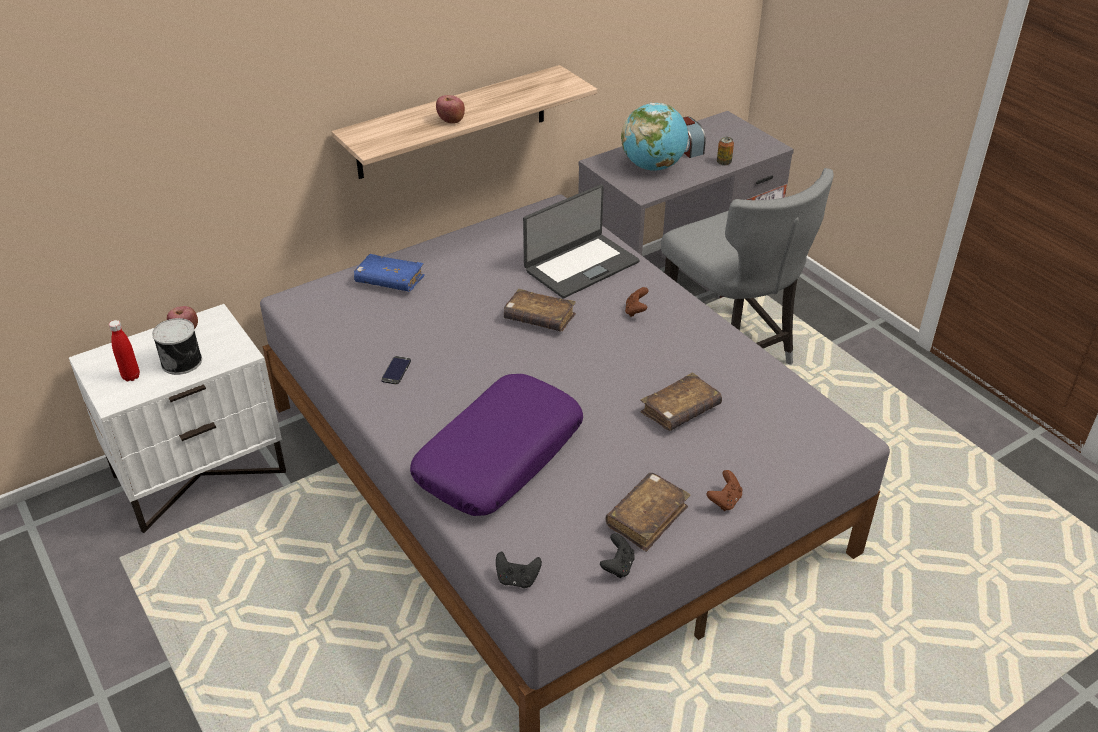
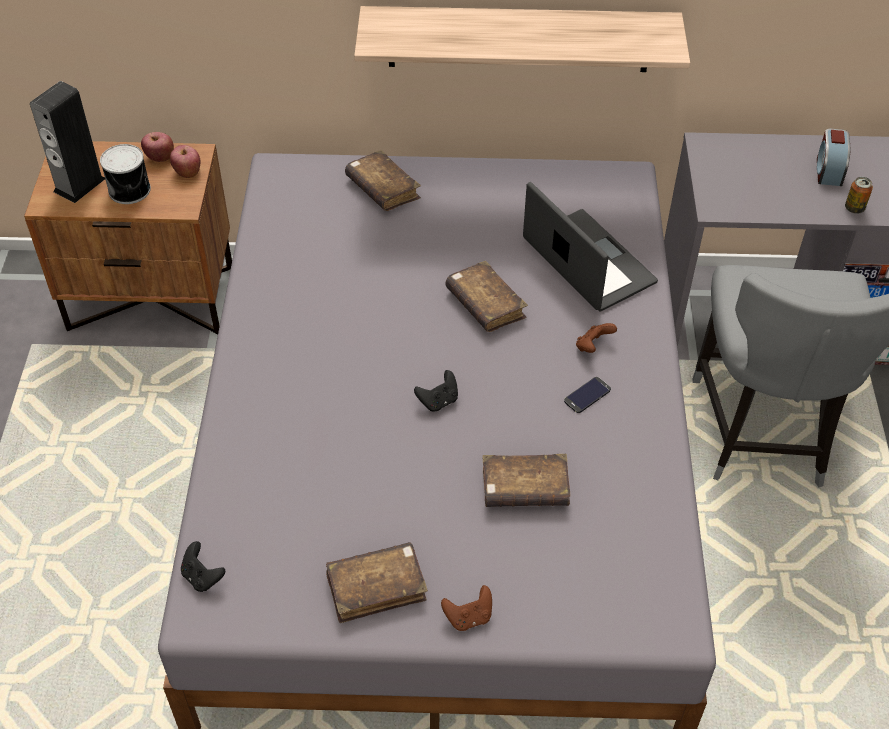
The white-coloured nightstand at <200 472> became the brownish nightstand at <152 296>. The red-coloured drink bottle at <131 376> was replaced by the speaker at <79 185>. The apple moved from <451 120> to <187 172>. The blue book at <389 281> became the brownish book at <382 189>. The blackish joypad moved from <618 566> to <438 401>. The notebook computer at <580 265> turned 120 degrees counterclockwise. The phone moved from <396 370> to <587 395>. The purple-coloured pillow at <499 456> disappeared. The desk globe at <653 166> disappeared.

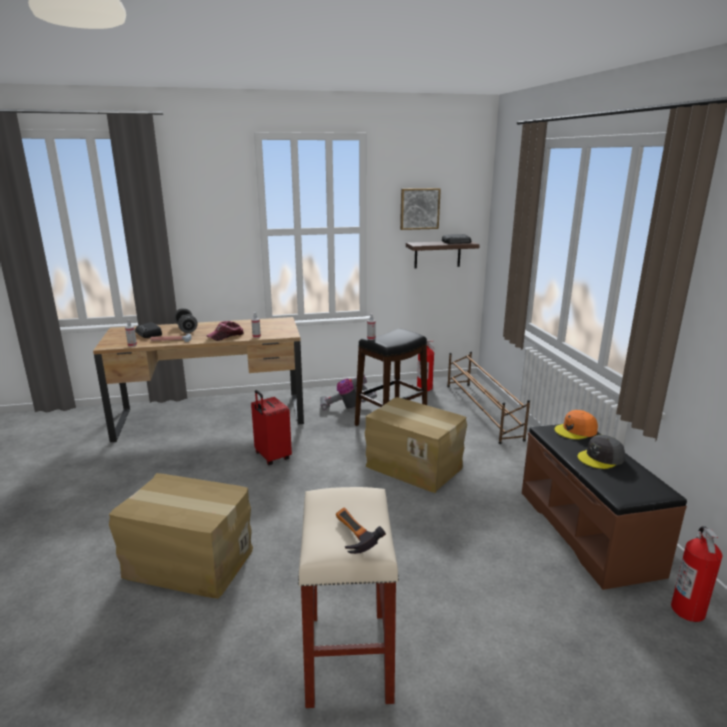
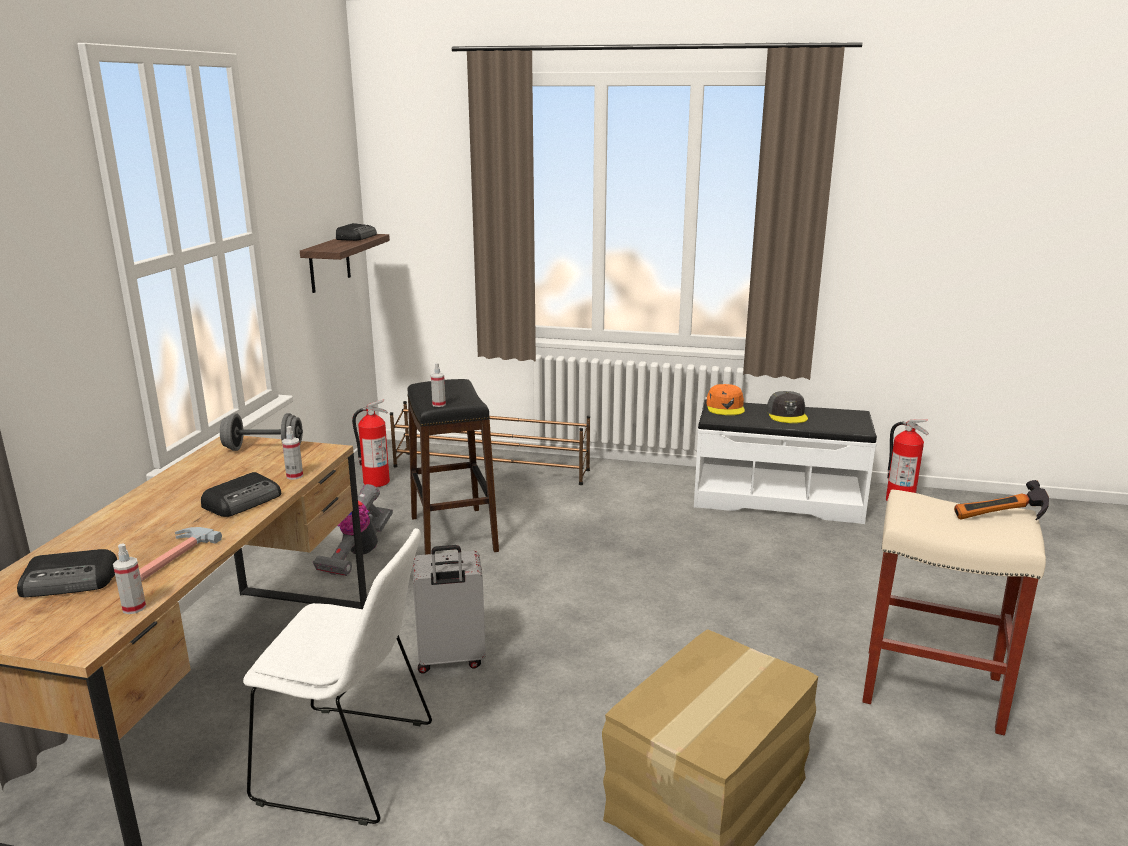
The cap at <226 336> was replaced by the radio at <244 501>. The grey hand weight moved from <186 329> to <264 449>. The white-coloured chair at <352 763> appeared. The red-coloured suitcase at <271 457> became the grey suitcase at <451 659>. The brownish bench at <588 531> became the white-coloured bench at <777 499>. The packing box at <414 466> disappeared. The wall picture at <419 208> disappeared.

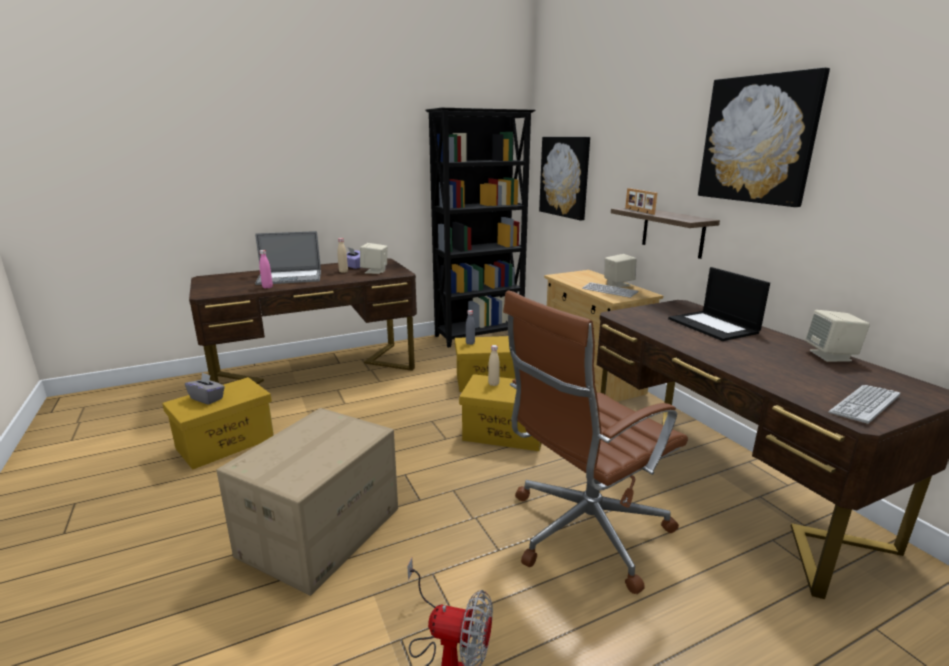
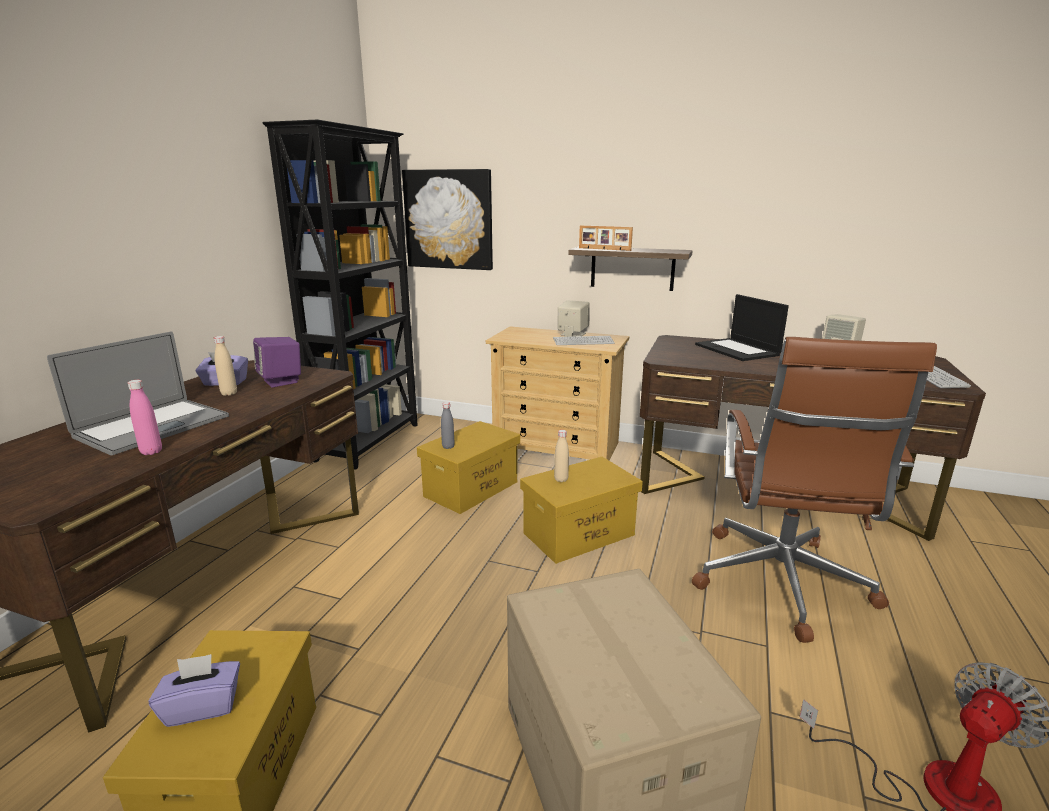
The grey tissue holder at <207 398> became the purple-coloured tissue holder at <203 706>. The sand-coloured speaker at <375 271> became the purple-coloured speaker at <281 381>. The notebook computer at <714 326> turned 45 degrees clockwise. The wall picture at <758 140> disappeared.

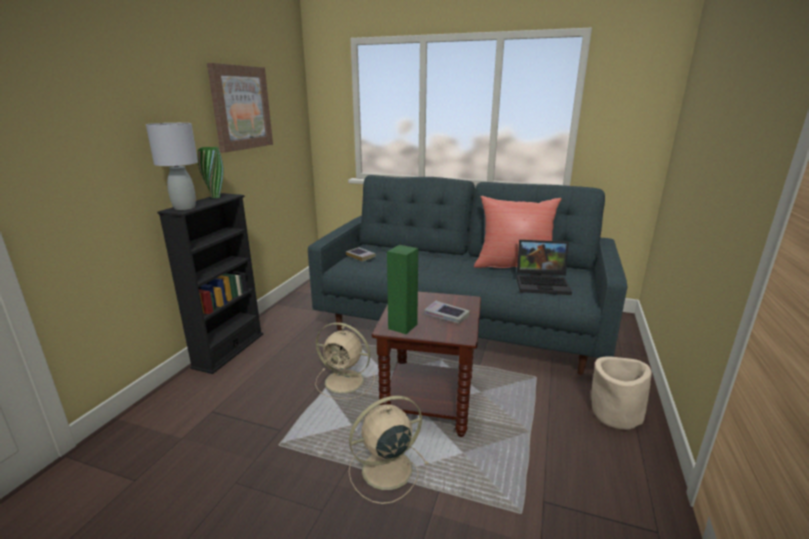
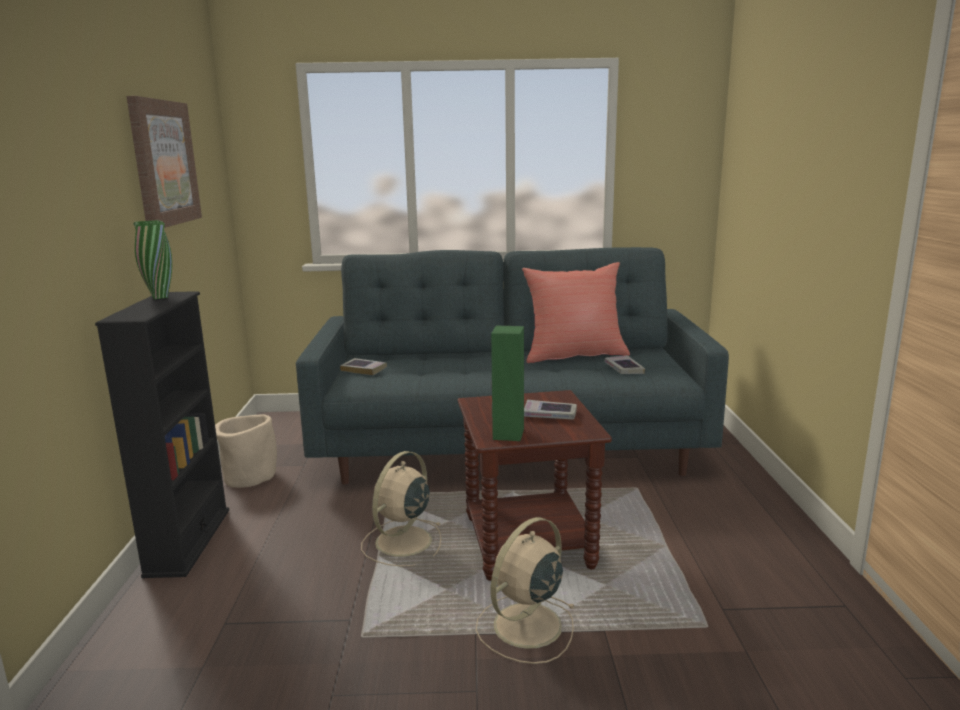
The sand-coloured planter moved from <615 414> to <249 477>. The sand-coloured electric fan at <346 381> turned 120 degrees clockwise. The notebook computer at <543 283> was replaced by the book at <623 369>. The grey lamp for a table at <185 207> disappeared.

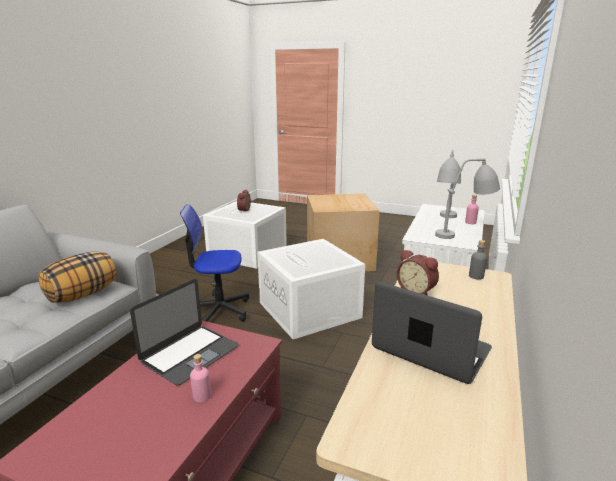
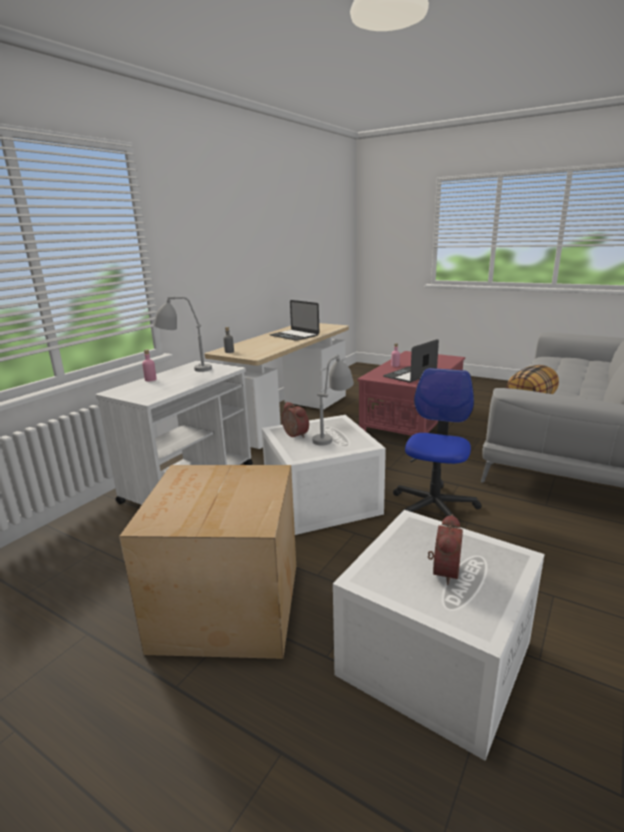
The table clock moved from <416 291> to <294 435>. The grey lamp for a table moved from <445 221> to <333 433>. The office chair at <218 310> turned 75 degrees counterclockwise.

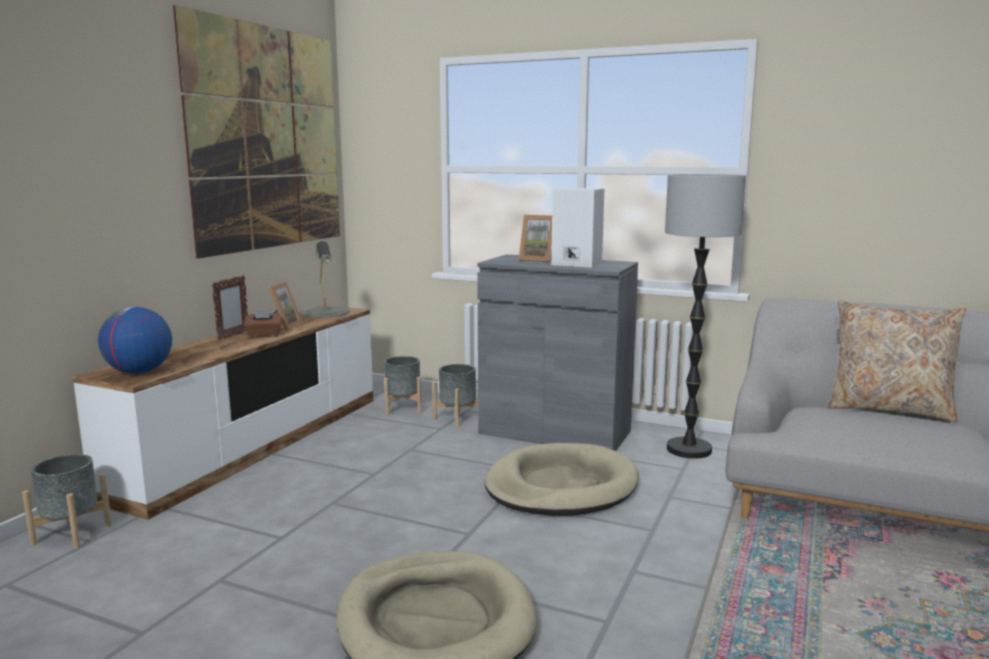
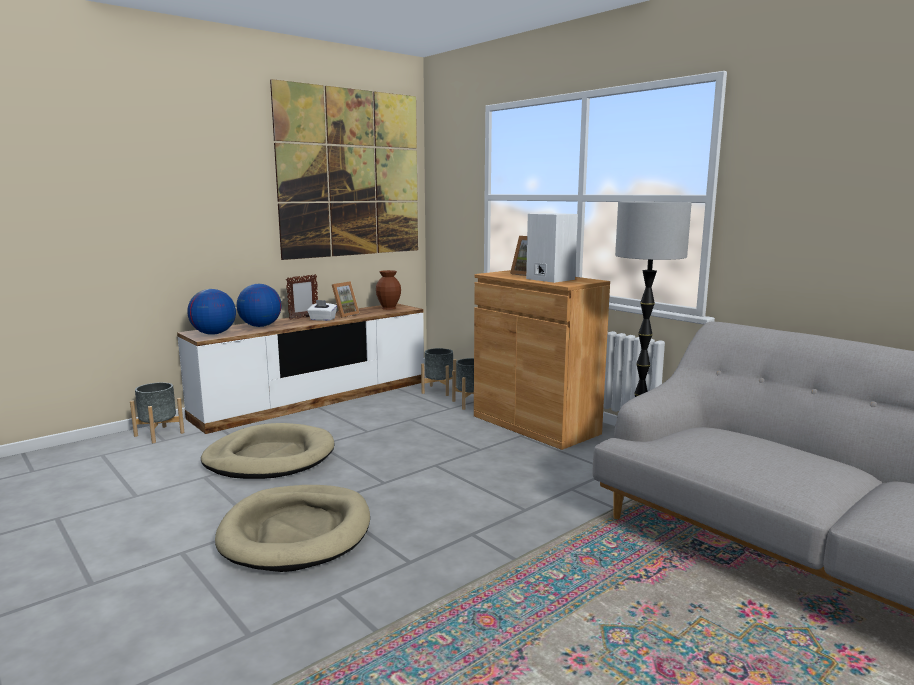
The sand-coloured pet bed moved from <561 486> to <270 457>. The desk globe at <260 326> appeared. The brownish tissue holder at <264 335> became the white-coloured tissue holder at <322 319>. The grey lamp for a table at <325 312> was replaced by the brownish flower vase at <389 308>. The grey storage cabinet at <554 432> became the brownish storage cabinet at <535 425>. The sand-coloured pillow at <889 409> disappeared.

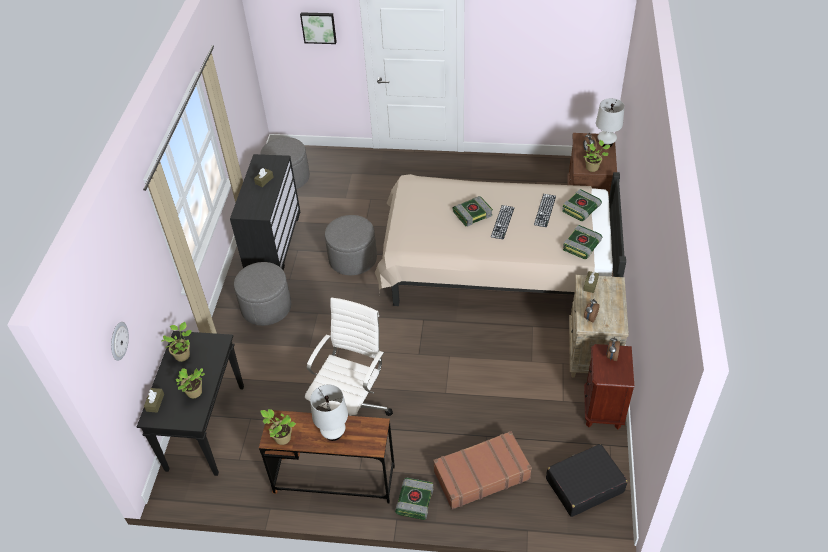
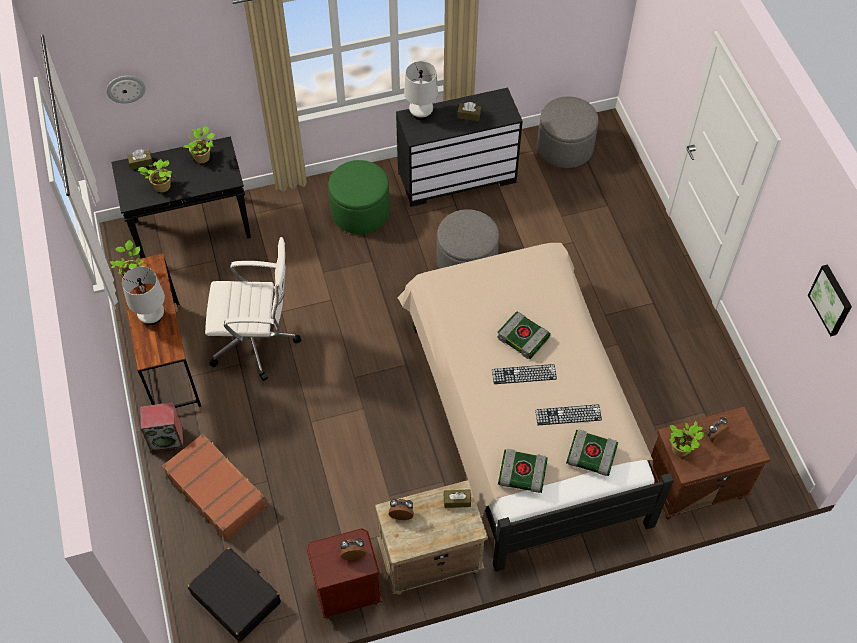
The book at <414 500> was replaced by the speaker at <167 438>. The grey ottoman at <266 307> became the green ottoman at <360 212>. The white-coloured lamp for a table moved from <606 143> to <421 114>. The wall picture moved from <318 27> to <832 299>.

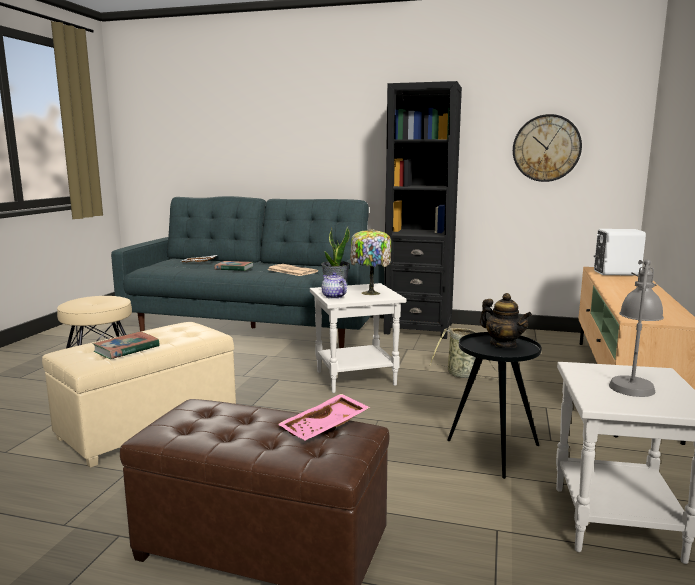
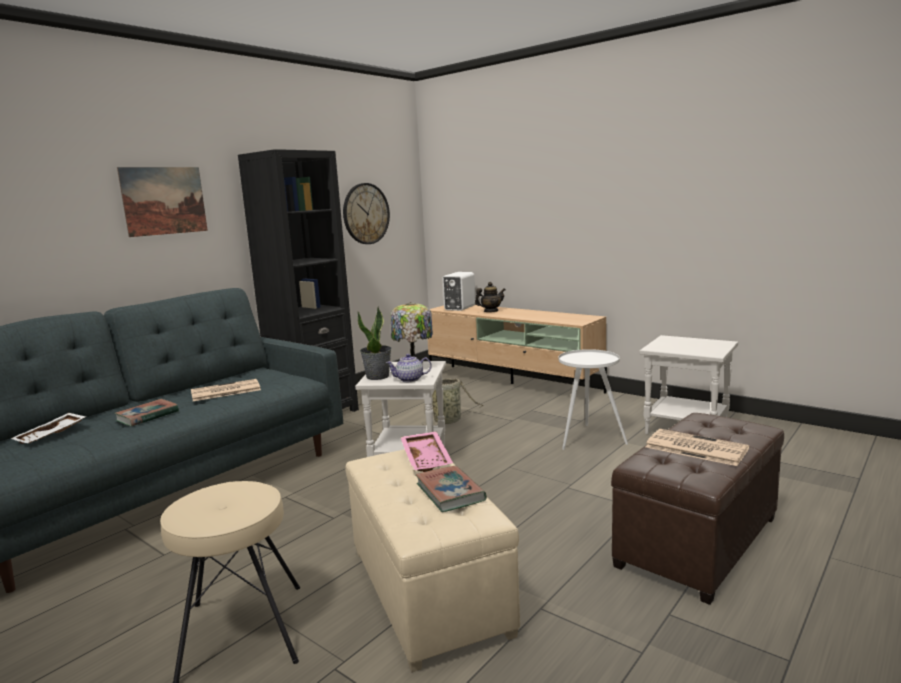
The wall picture at <164 200> appeared. The pinkish carrying tray moved from <325 427> to <427 459>. The tea pot moved from <503 345> to <490 311>. The blackish side table at <493 451> became the white-coloured side table at <588 439>. The newspaper at <694 448> appeared. The grey lamp for a table at <631 382> disappeared.

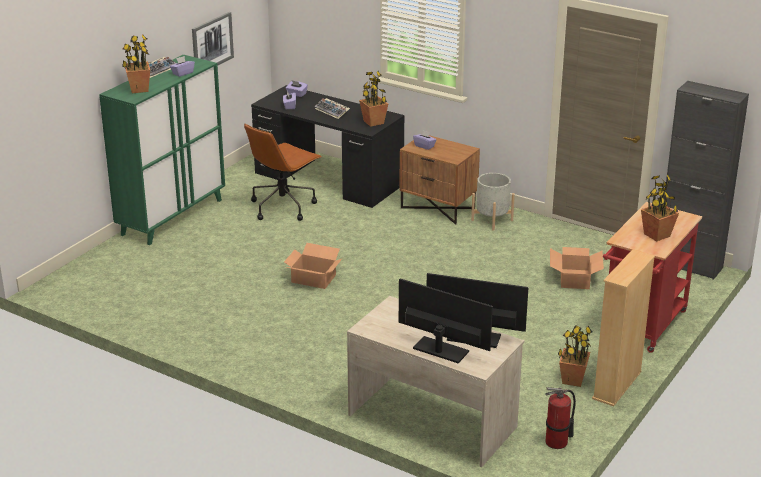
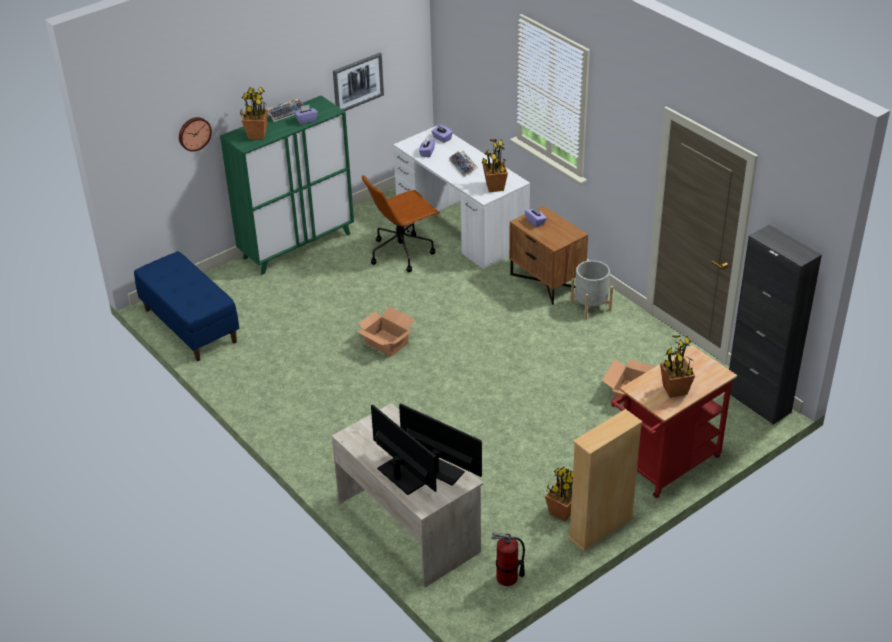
The blue bench at <189 325> appeared. The wall clock at <194 133> appeared. The blackish desk table at <328 179> became the white-coloured desk table at <461 226>.

